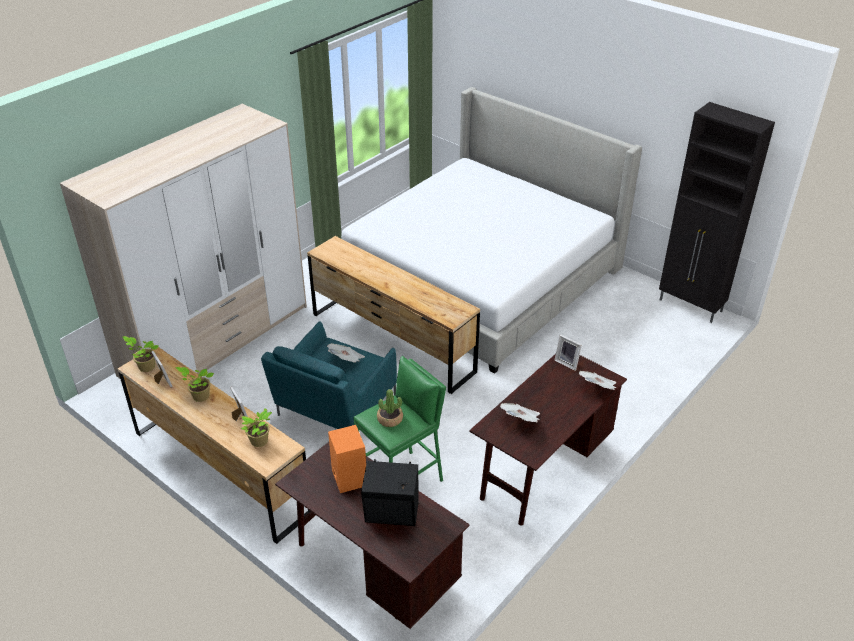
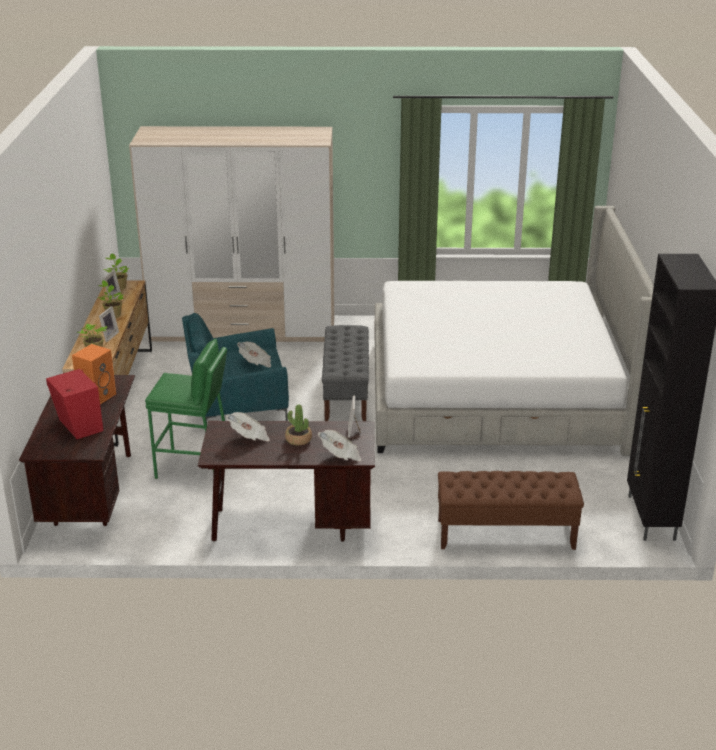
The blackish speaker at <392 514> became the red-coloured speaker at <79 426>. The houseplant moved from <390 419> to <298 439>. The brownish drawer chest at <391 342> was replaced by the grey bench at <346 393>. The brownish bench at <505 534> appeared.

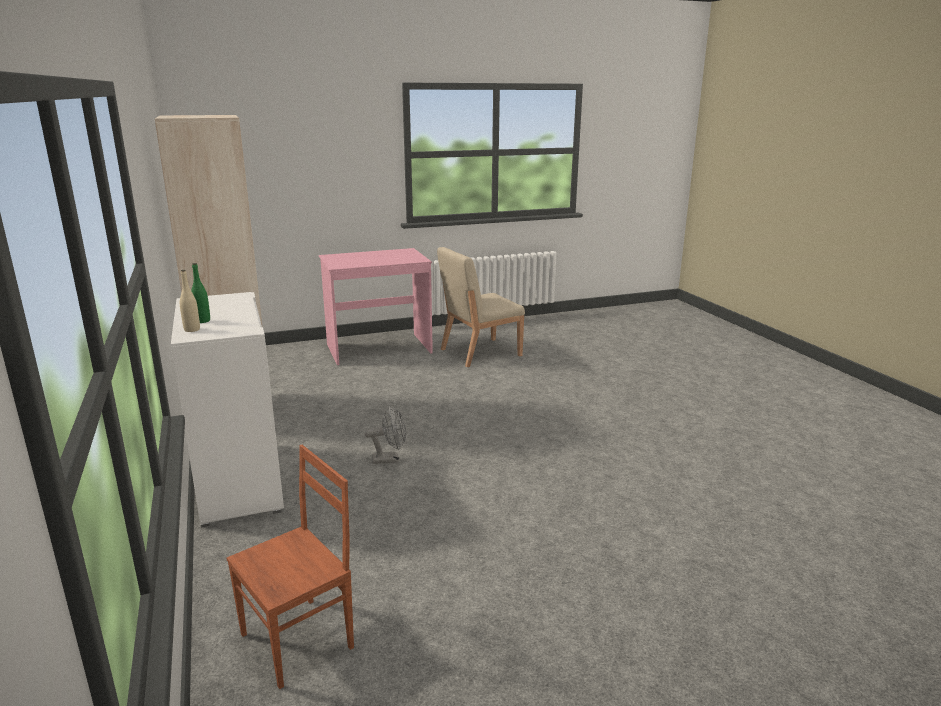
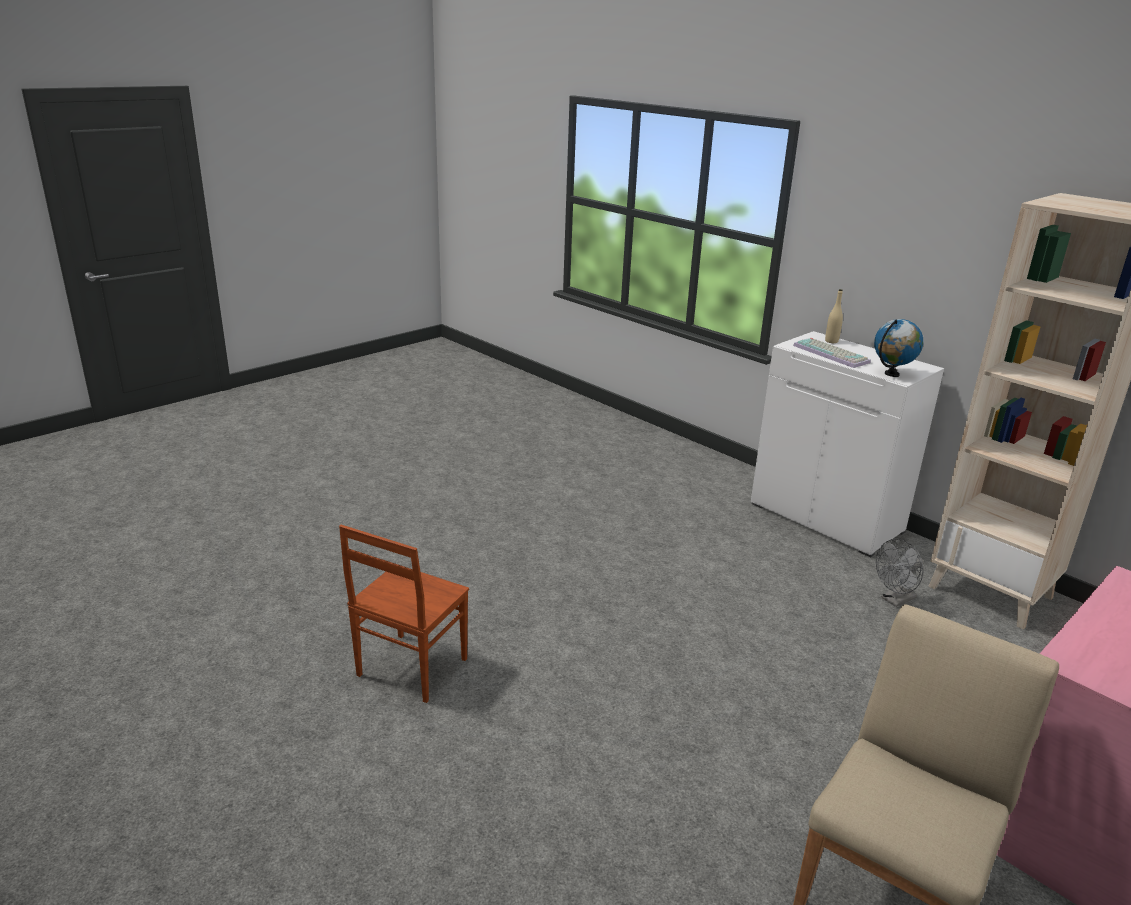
The brownish chair moved from <299 641> to <410 668>. The keyboard at <832 354> appeared. The desk globe at <892 374> appeared. The grey electric fan moved from <390 459> to <895 600>. The green drink bottle at <202 321> disappeared.

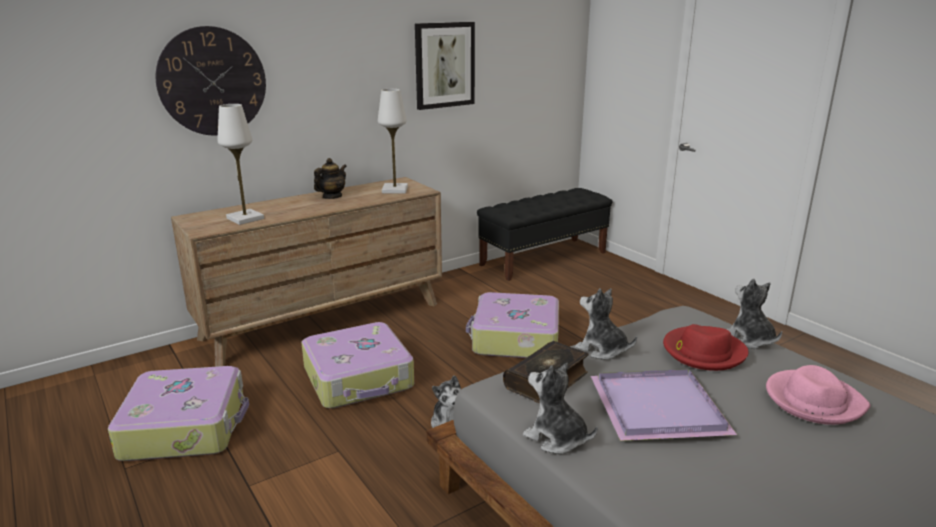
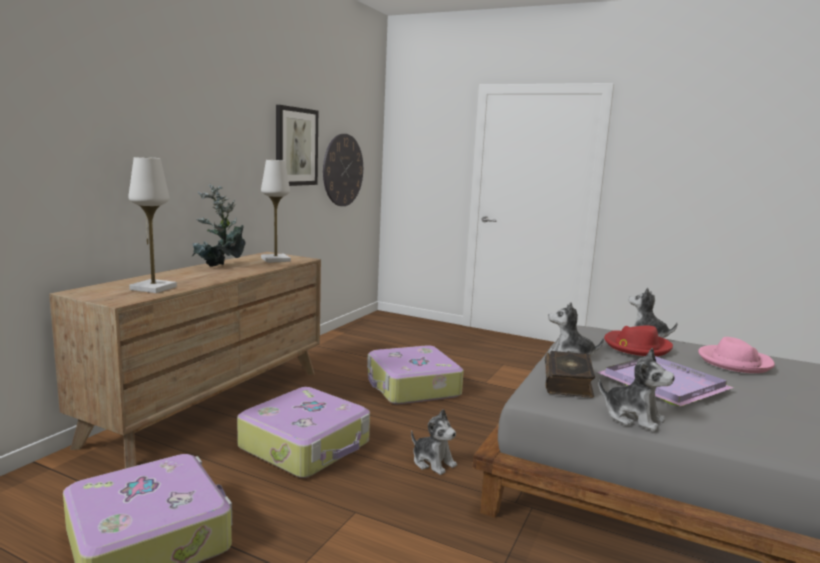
The tea pot at <332 197> was replaced by the houseplant at <220 267>. The wall clock moved from <212 81> to <343 170>. The soft toy at <556 438> turned 150 degrees counterclockwise. The blackish bench at <544 258> disappeared.

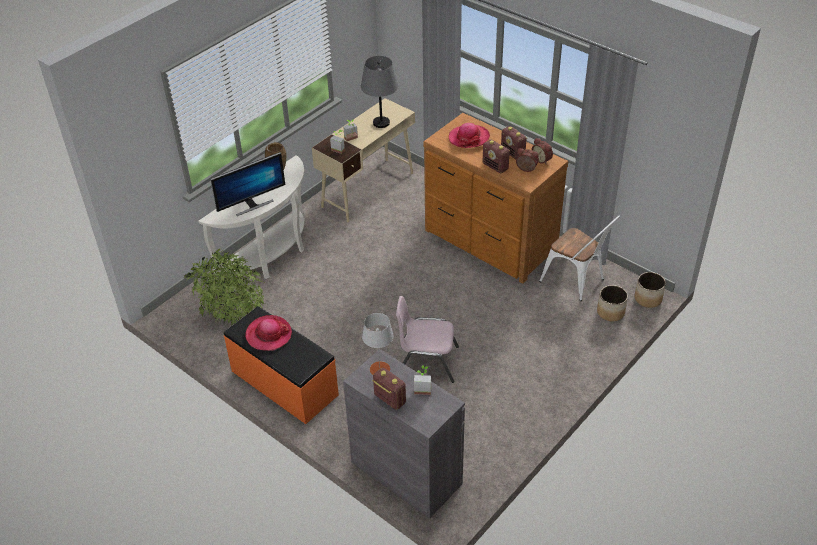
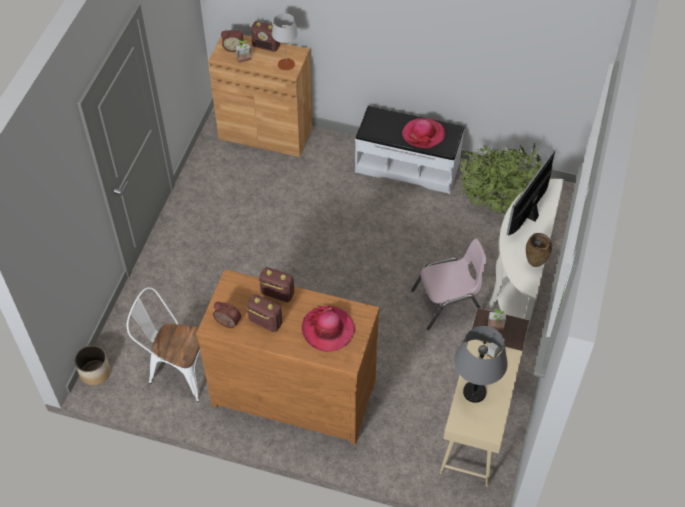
The grey storage cabinet at <406 473> became the brownish storage cabinet at <265 132>. The table clock moved from <526 169> to <233 47>. The orange-coloured bench at <283 383> became the white-coloured bench at <407 166>. The pinkish chair moved from <426 361> to <447 303>. The planter at <611 312> disappeared.

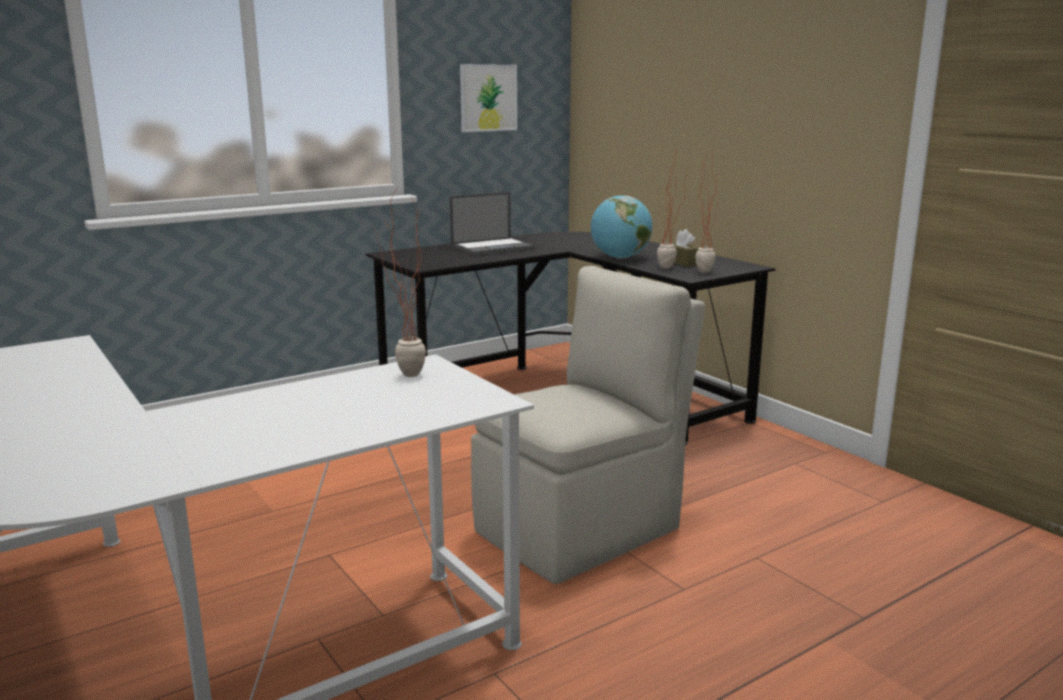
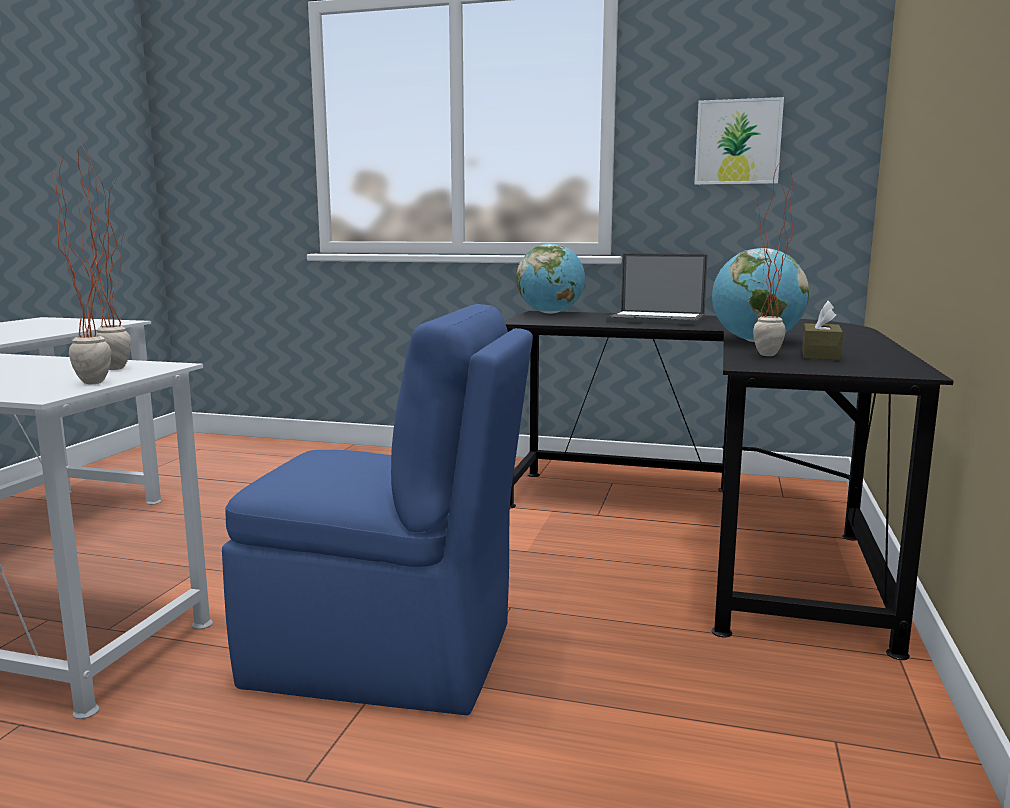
The houseplant moved from <705 270> to <106 382>. The sand-coloured chair at <582 529> became the blue chair at <388 656>. The desk globe at <550 313> appeared.

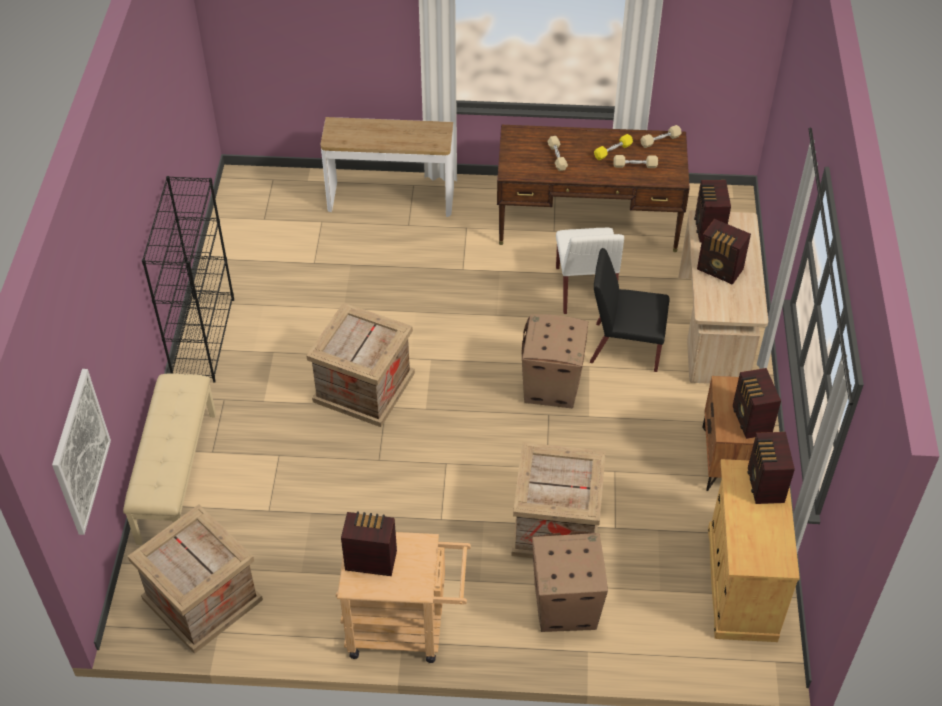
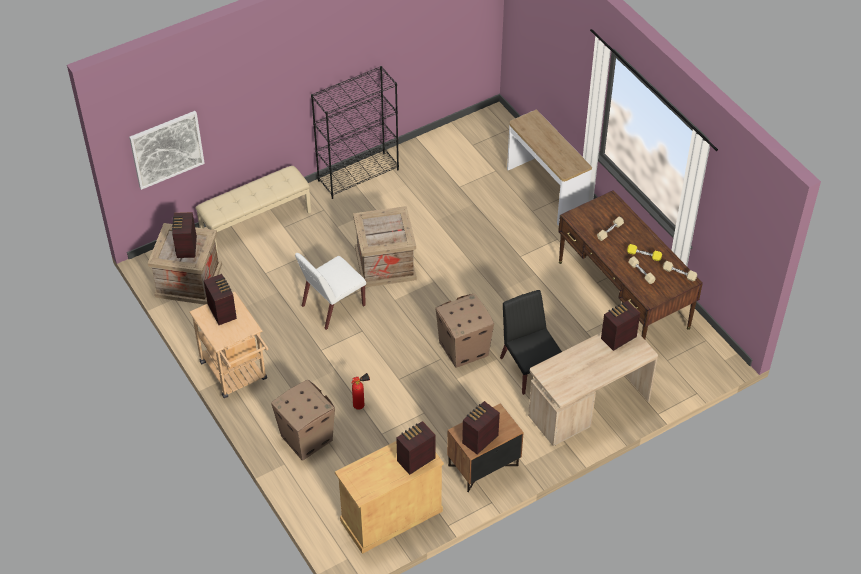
The radio moved from <720 270> to <186 248>. The white-coloured chair moved from <585 290> to <332 306>. The shipping crate at <556 524> was replaced by the extinguisher at <361 405>.

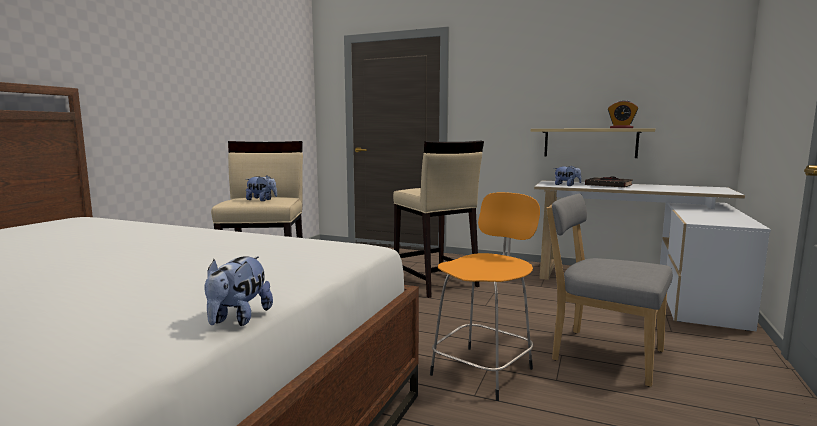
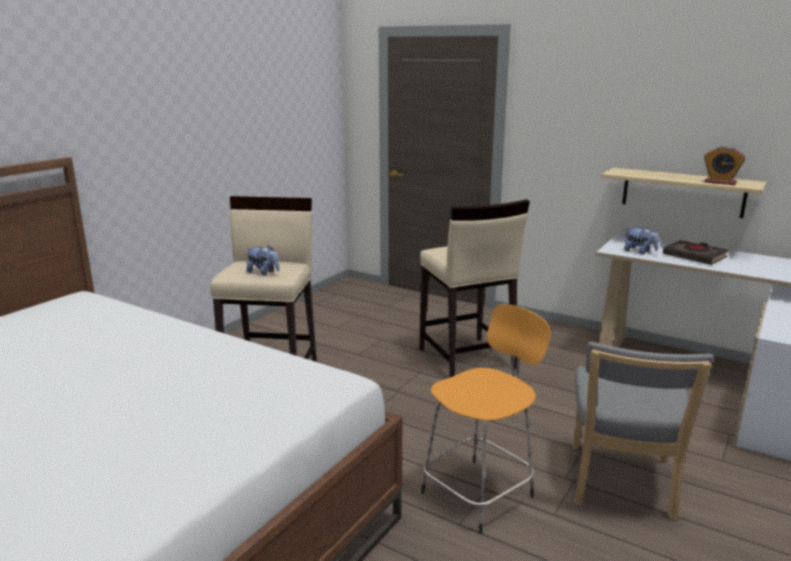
The grey chair at <601 354> turned 120 degrees counterclockwise. The soft toy at <238 319> disappeared.

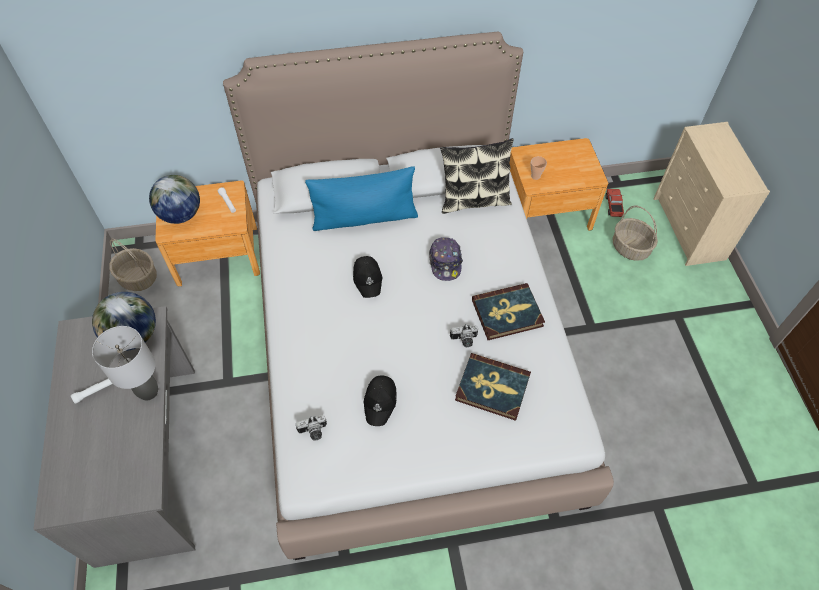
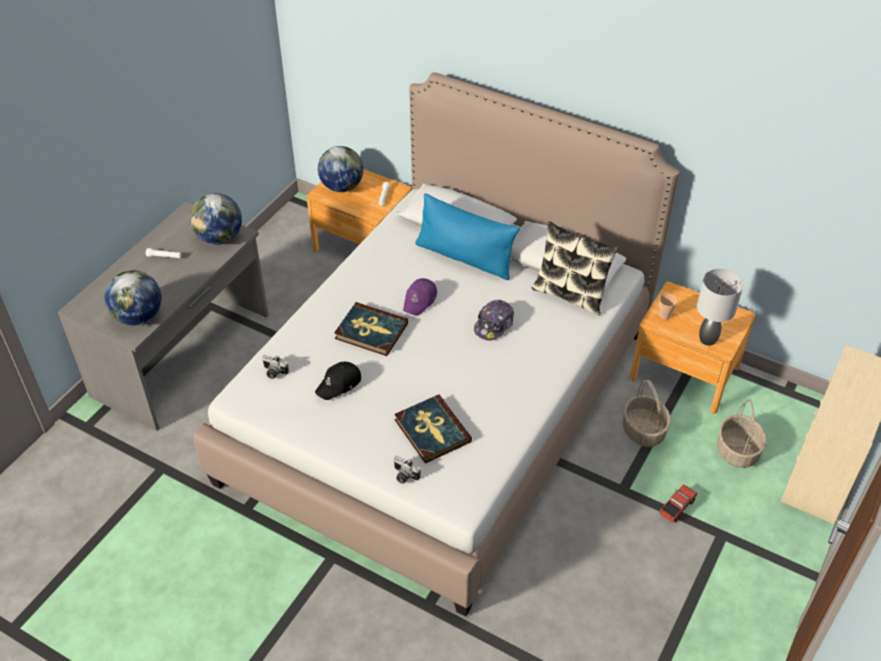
The desk globe at <138 317> appeared. The book moved from <507 313> to <371 331>. The still camera moved from <464 340> to <404 476>. The blackish cap at <368 279> became the purple-coloured cap at <420 300>. The storage basket moved from <139 278> to <644 431>. The toy truck moved from <613 206> to <676 508>. The grey lamp for a table moved from <149 391> to <708 339>.

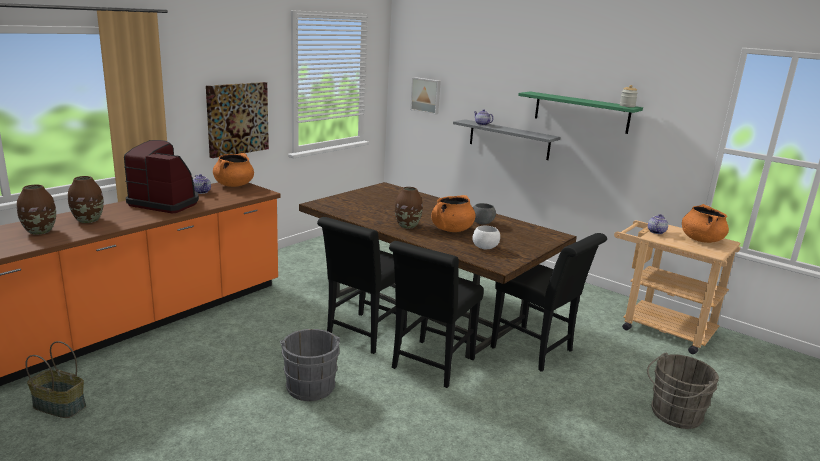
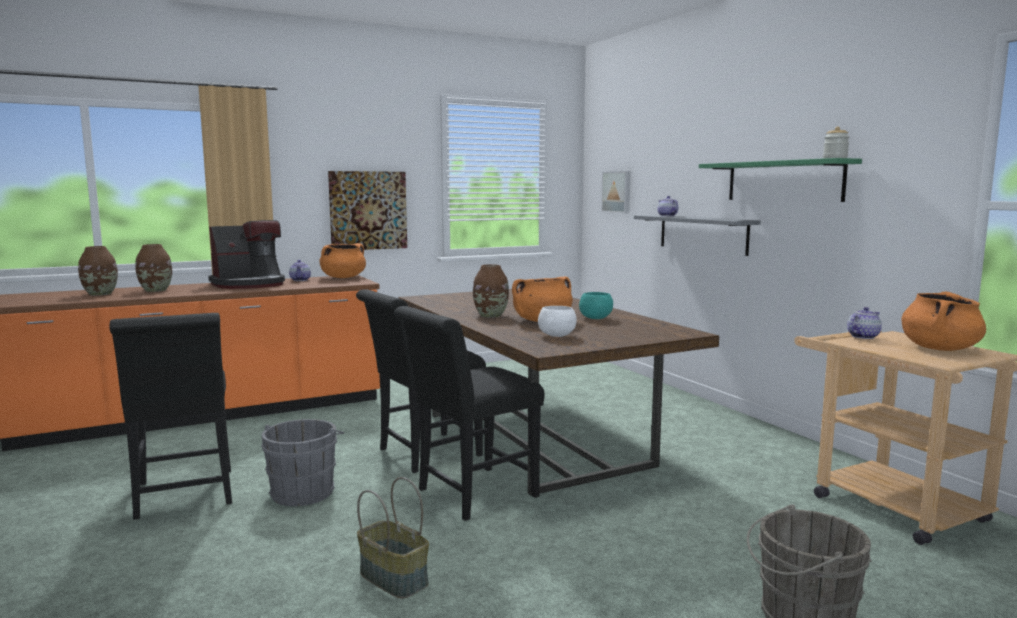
The blackish chair moved from <537 351> to <185 497>. The coffee maker at <165 203> turned 105 degrees clockwise. The storage basket moved from <60 406> to <395 578>. The grey serving bowl at <482 223> became the turquoise-coloured serving bowl at <596 318>.

